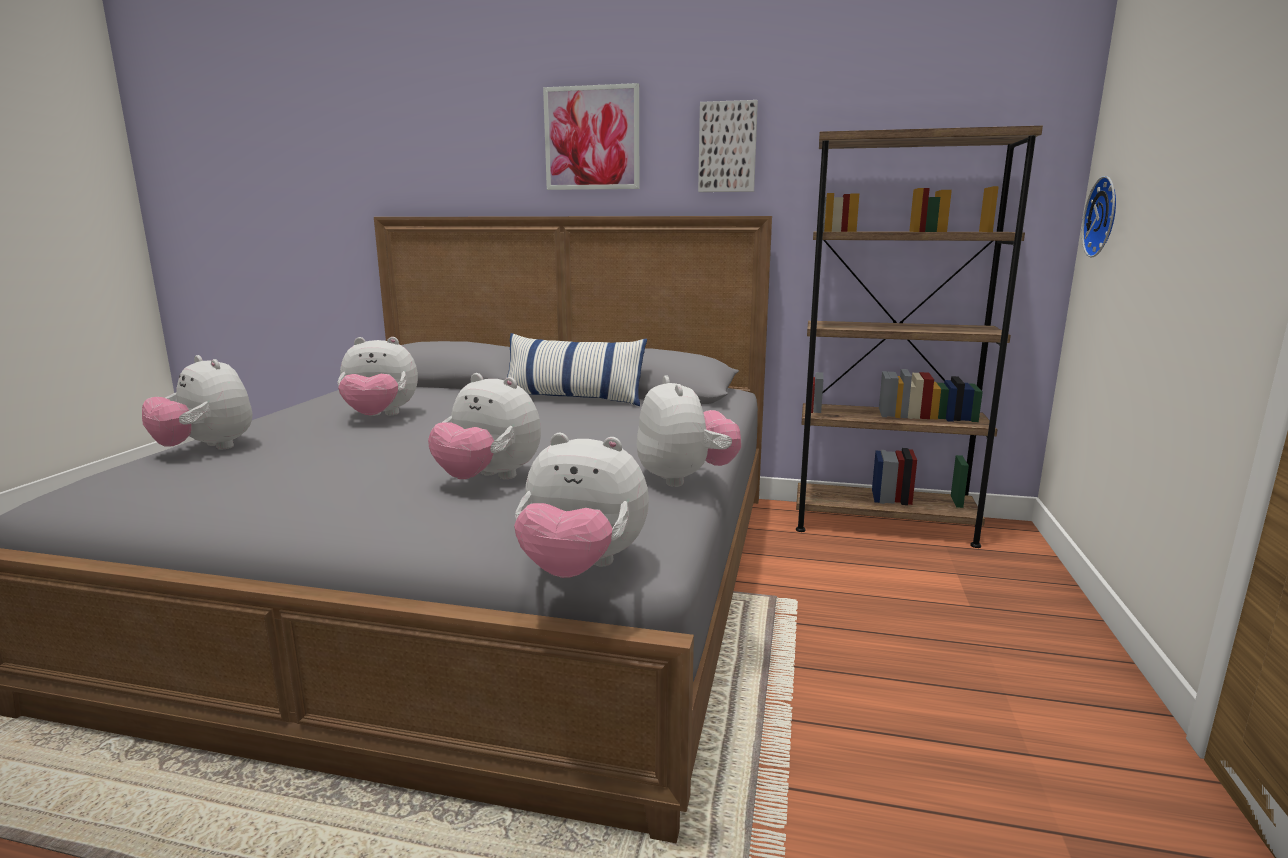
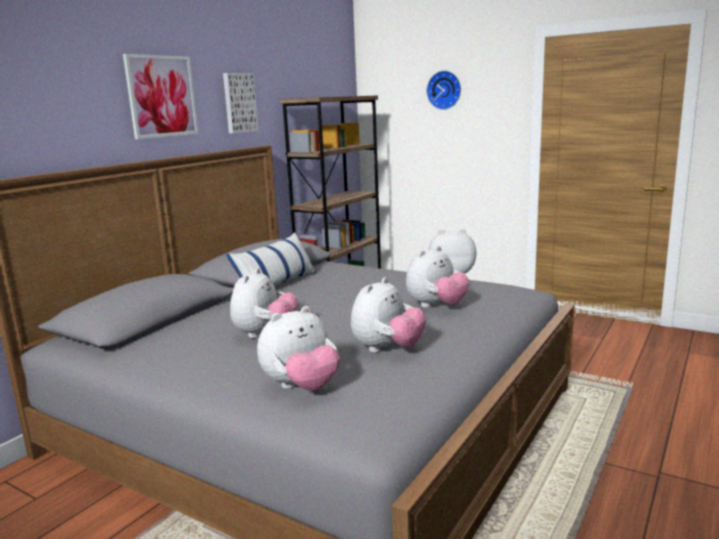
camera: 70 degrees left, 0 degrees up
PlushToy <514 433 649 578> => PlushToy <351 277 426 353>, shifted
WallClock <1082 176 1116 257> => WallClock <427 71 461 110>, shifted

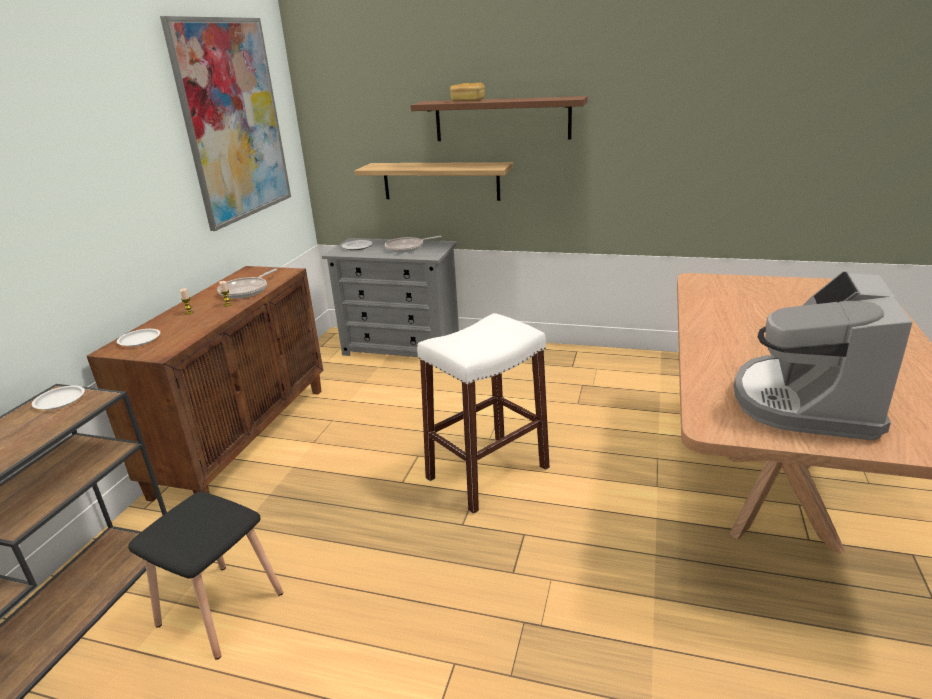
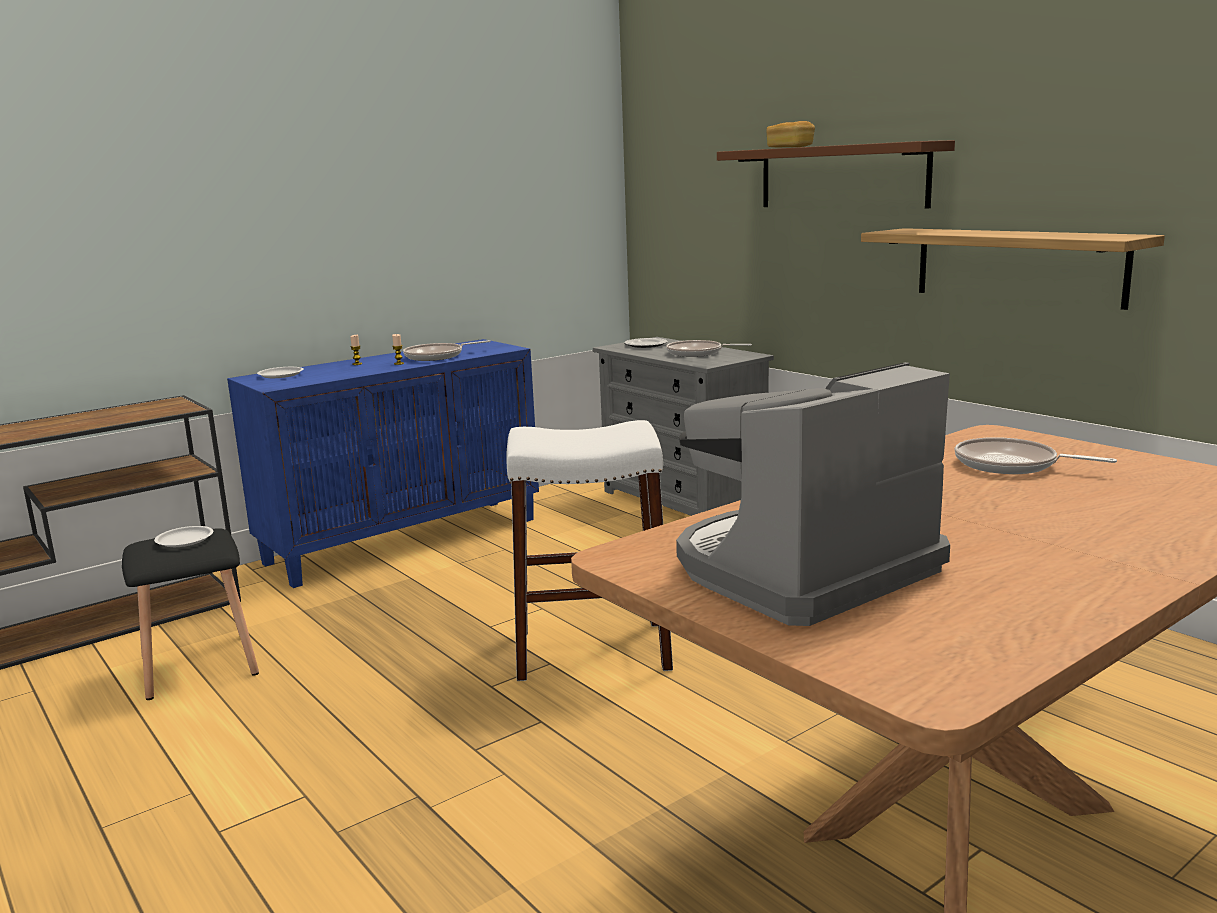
camera: 35 degrees right, 10 degrees down
WhitePlate <32 386 85 410> => WhitePlate <154 526 213 547>, shifted
BrownCabinet <87 266 323 502> => BlueCabinet <227 339 539 588>
Shelf <354 162 513 201> => Shelf <861 228 1165 310>, shifted
nothing => FryingPan <955 437 1117 474>
Picture <160 16 291 231> => nothing

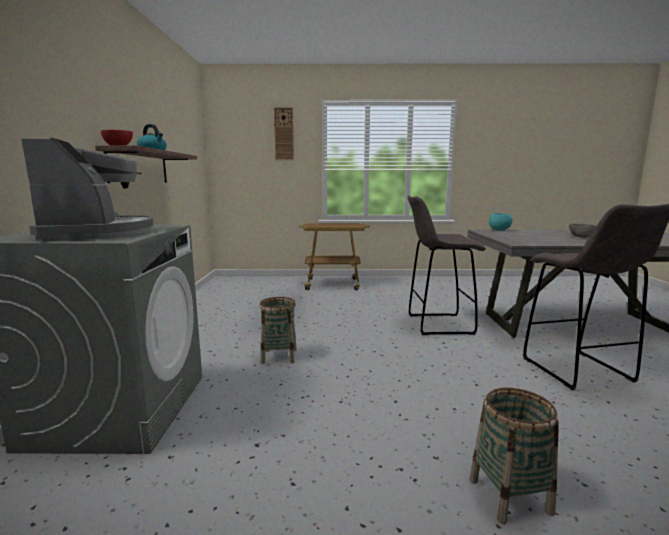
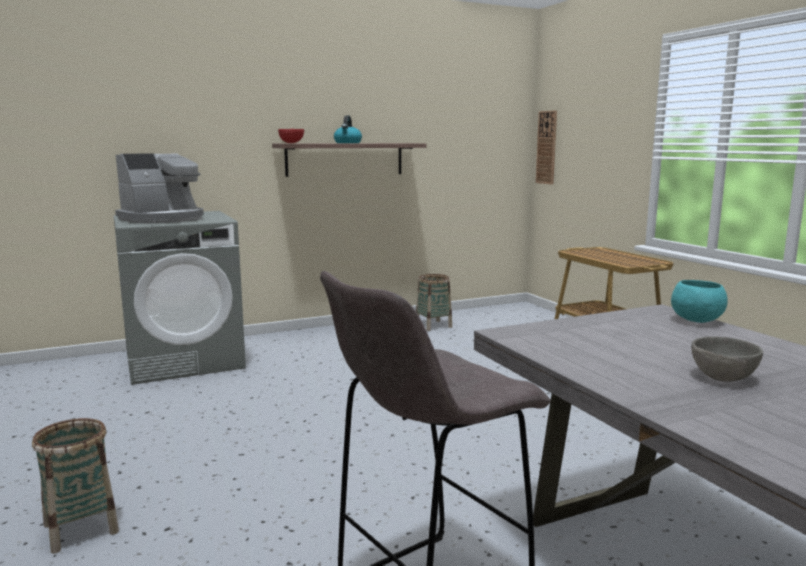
camera: 65 degrees right, 0 degrees up
Basket <259 297 297 364> => Basket <416 274 452 331>, shifted
WallClock <274 107 294 160> => WallClock <536 110 557 185>, shifted
GreyStool <407 195 486 335> => nothing

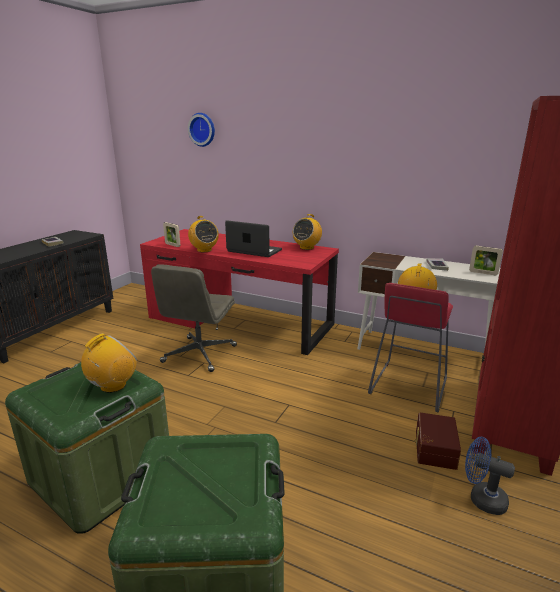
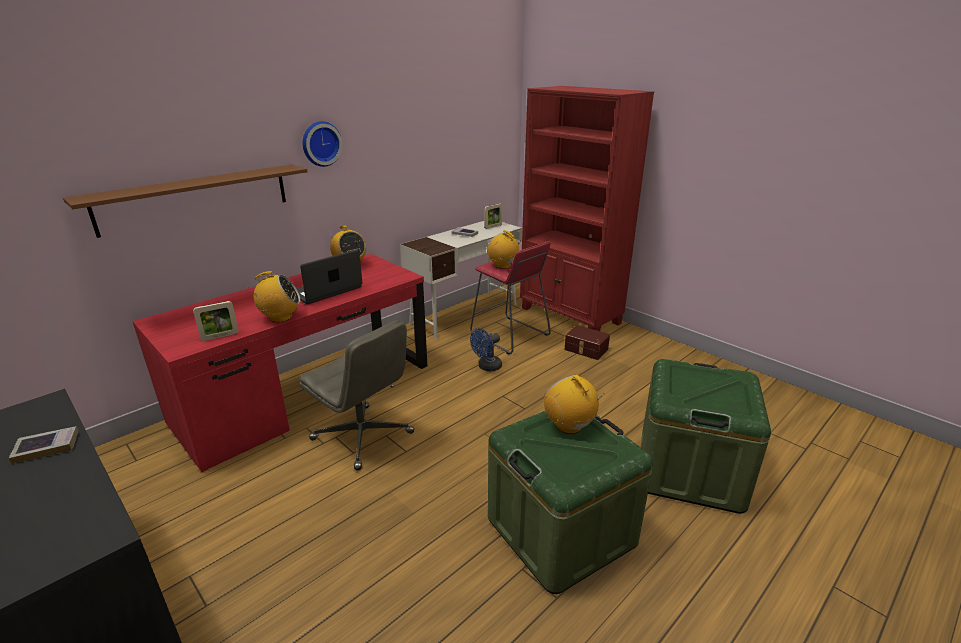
camera: 70 degrees left, 5 degrees up
nothing => BrownShelf <63 164 307 238>
WallClock <188 113 215 147> => WallClock <303 121 343 167>, shifted
BlueFan <465 437 515 515> => BlueFan <470 329 502 372>, shifted

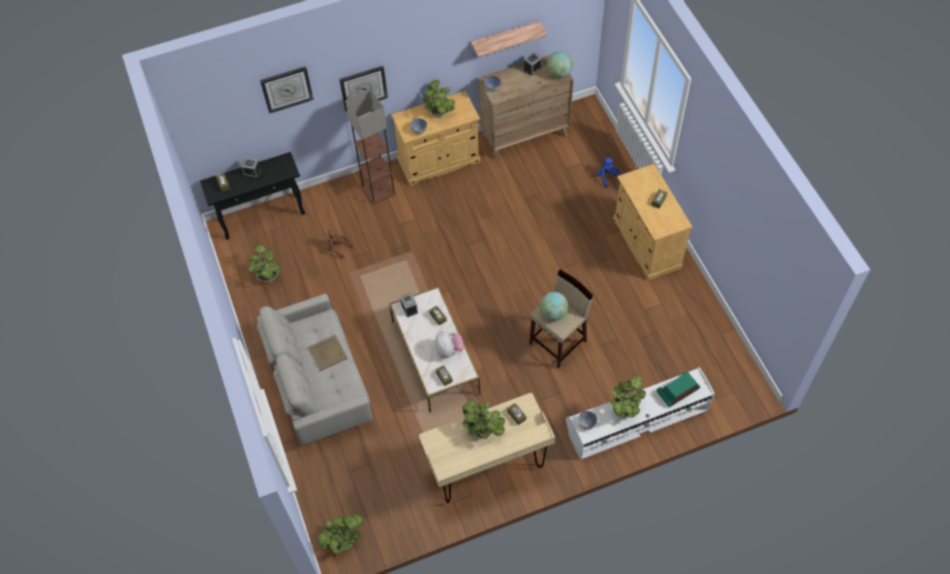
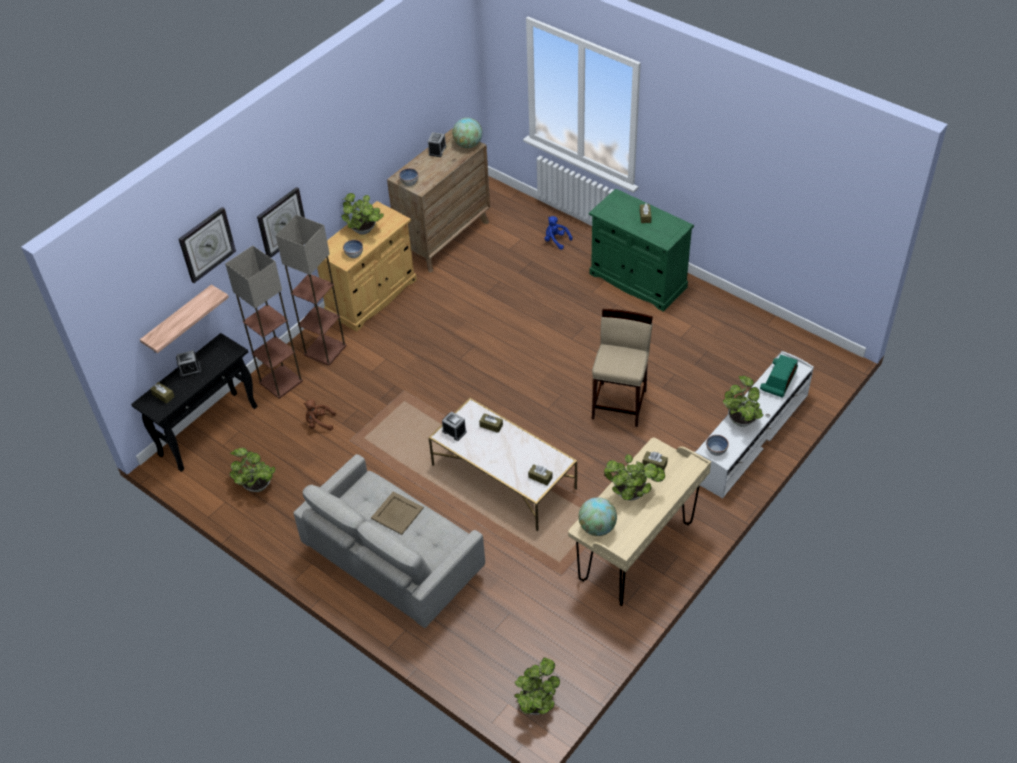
camera: 30 degrees left, 10 degrees down
Shelf <471 21 547 58> => Shelf <140 285 229 353>, shifted
nothing => FloorLamp <225 246 303 399>
Globe <539 292 569 321> => Globe <578 497 617 536>, shifted
BeigeCabinet <613 164 693 281> => GreenCabinet <589 188 694 312>
PlushToy <435 331 464 358> => nothing

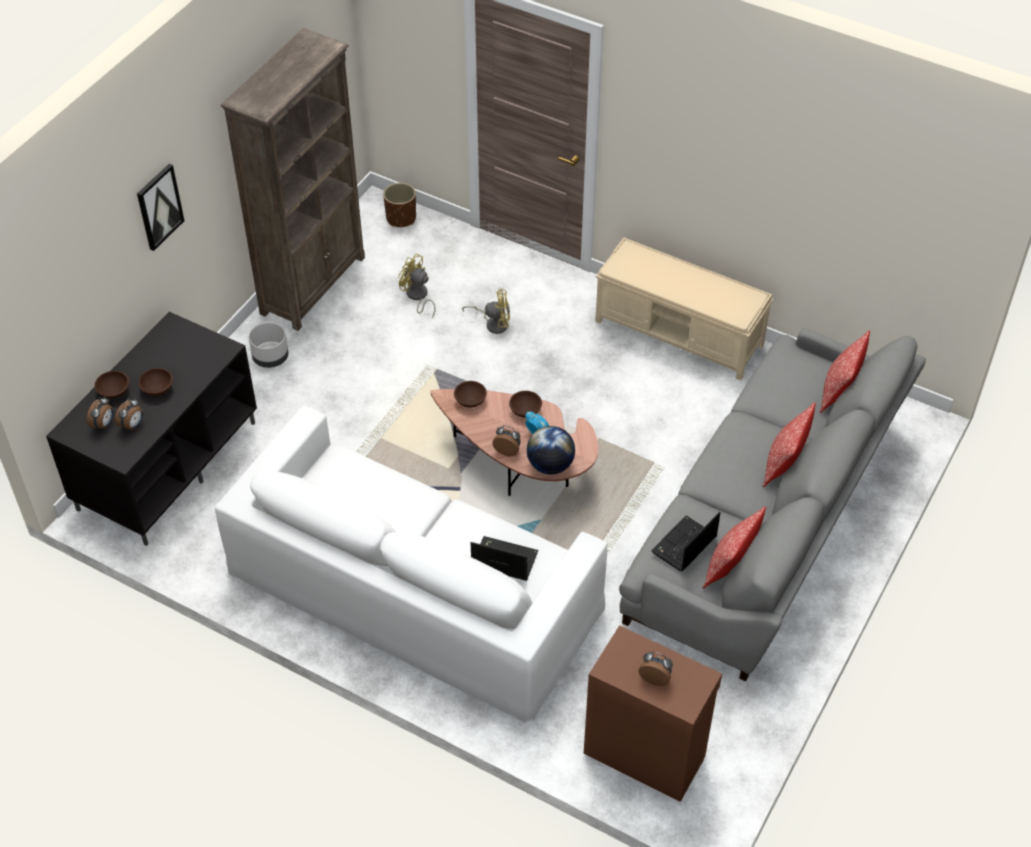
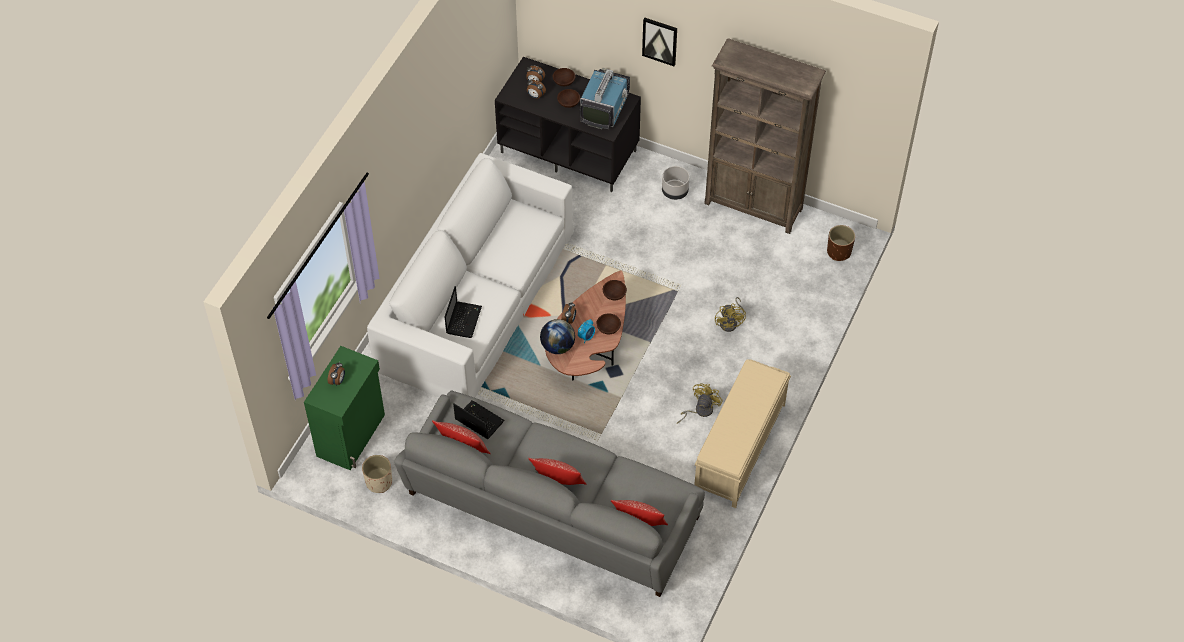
camera: 85 degrees right, 5 degrees up
BrownCabinet <584 625 722 802> => GreenCabinet <304 346 385 470>
nothing => BeigePlanter <362 455 392 493>
nothing => Television <580 68 630 129>
YellowFan <398 253 436 319> => YellowFan <677 383 723 423>, shifted

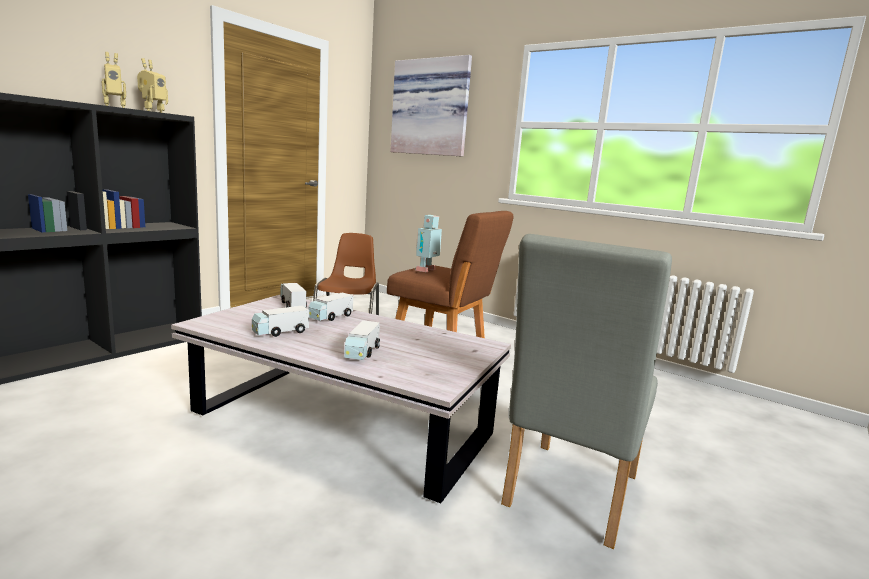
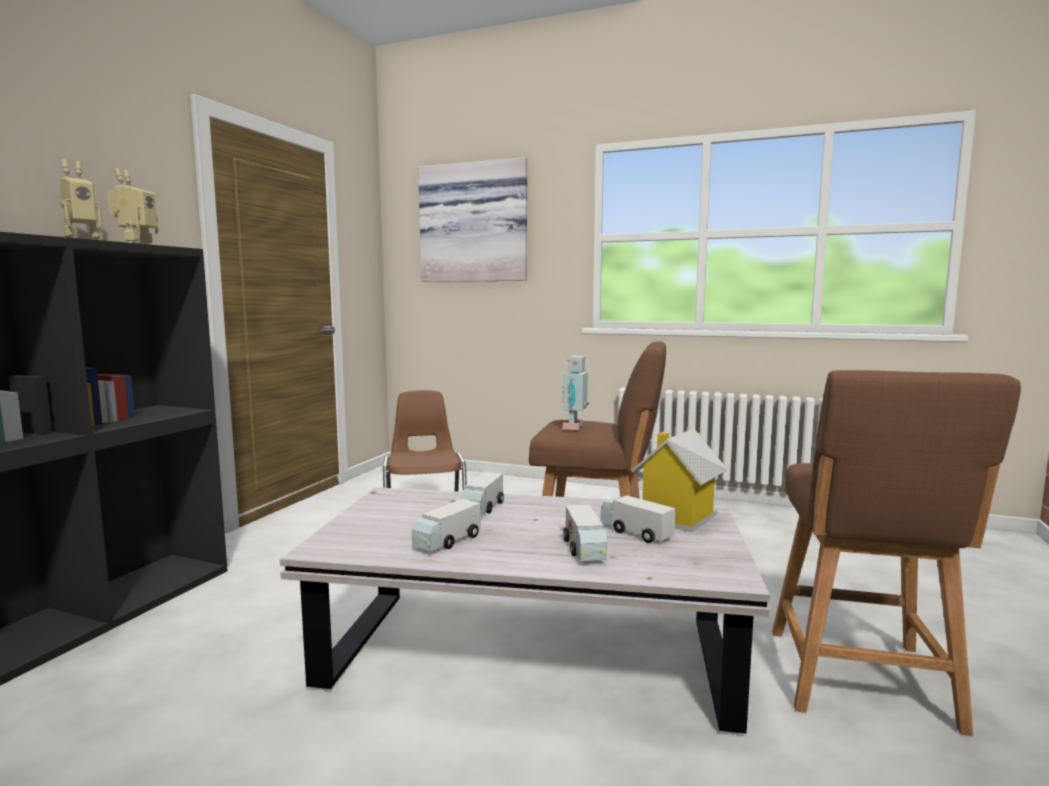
camera: 15 degrees left, 5 degrees down
ToyTruck <280 283 307 308> => ToyTruck <601 495 675 543>, shifted
nothing => ToyHouse <631 428 728 532>
GreyChair <501 234 672 549> => BrownStool <772 370 1021 736>

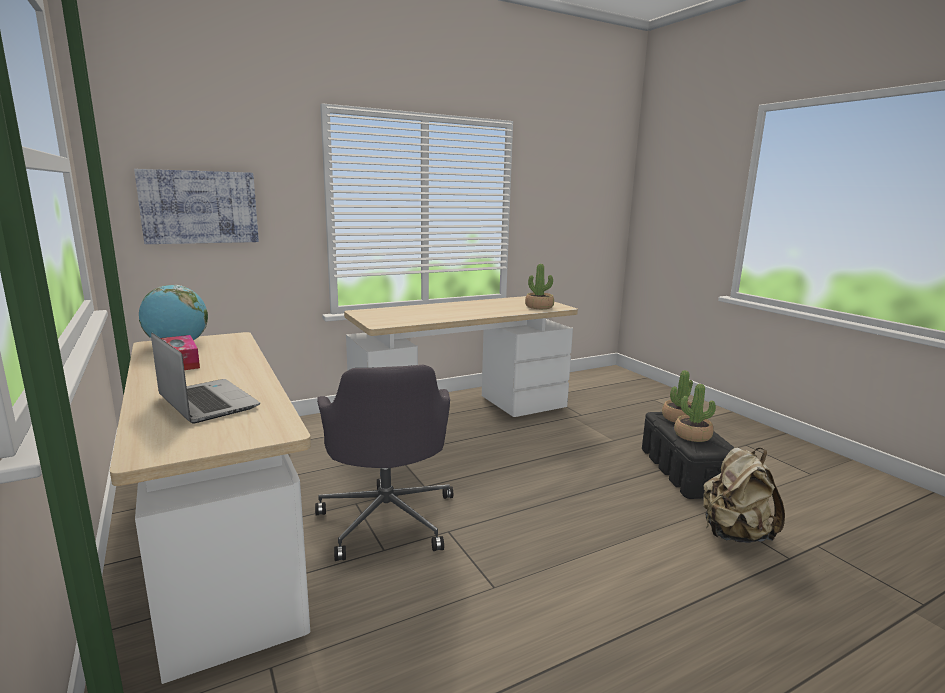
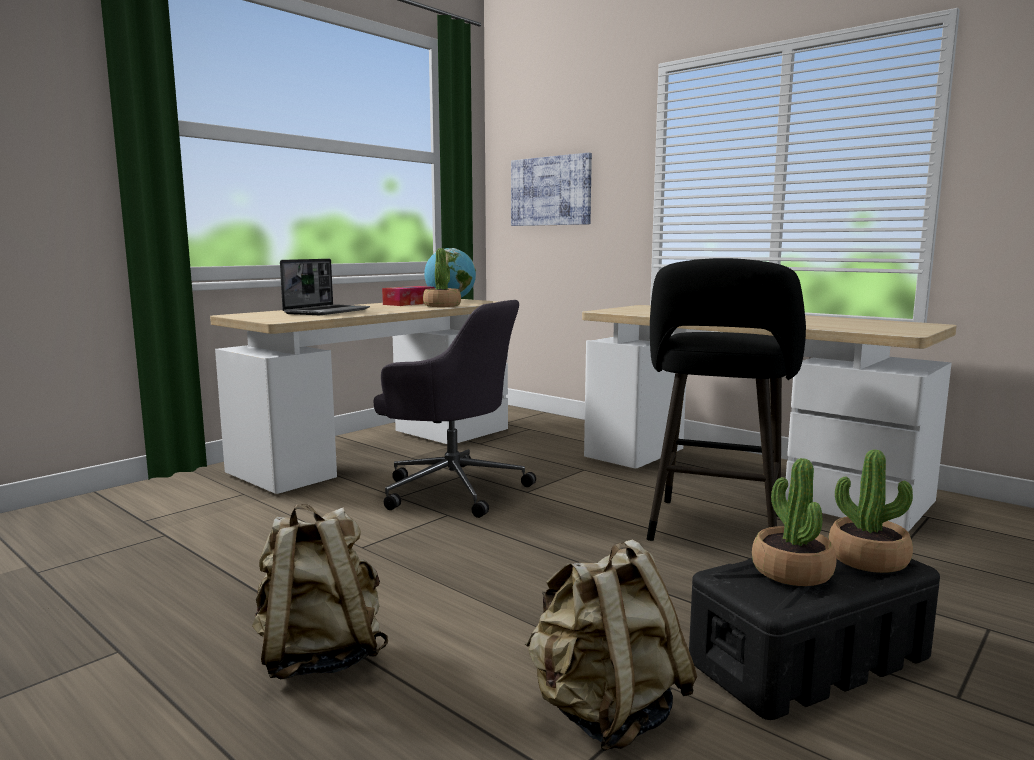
camera: 70 degrees right, 5 degrees down
nothing => BeigeBackpack <252 504 388 680>
GreyOfficeChair <315 365 453 561> => GreyOfficeChair <374 300 536 518>, 120 degrees counterclockwise
PottedPlant <525 264 554 309> => PottedPlant <423 248 461 307>, shifted
nothing => BlackStool <647 258 806 541>

